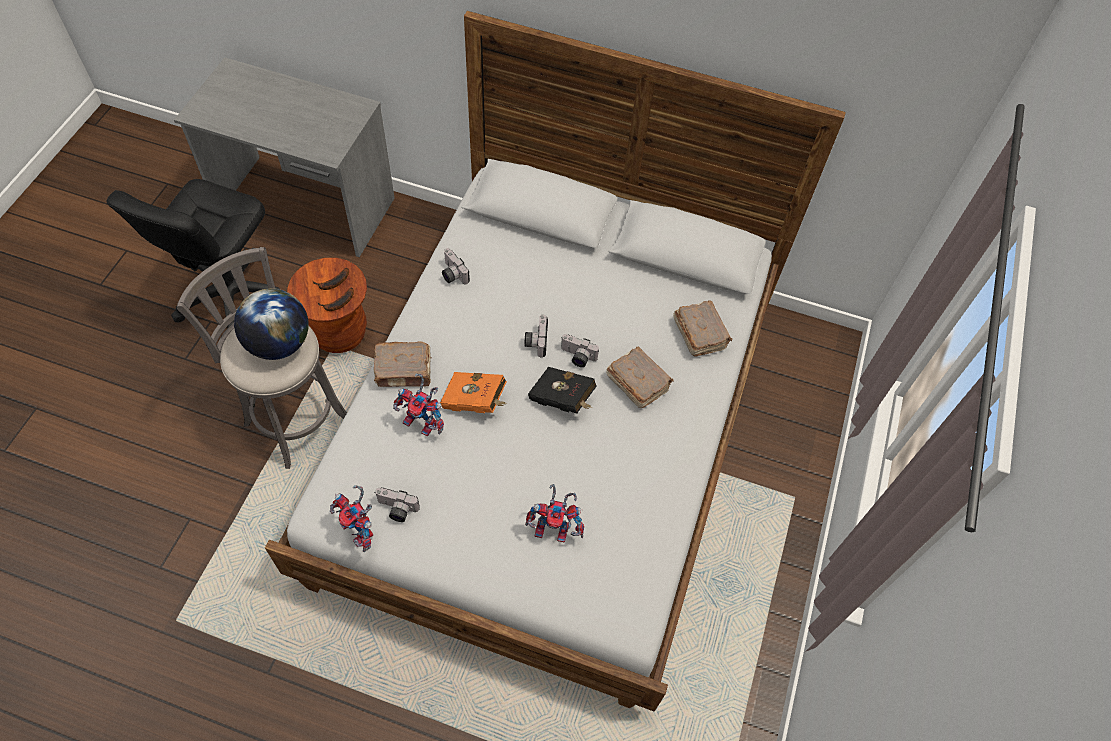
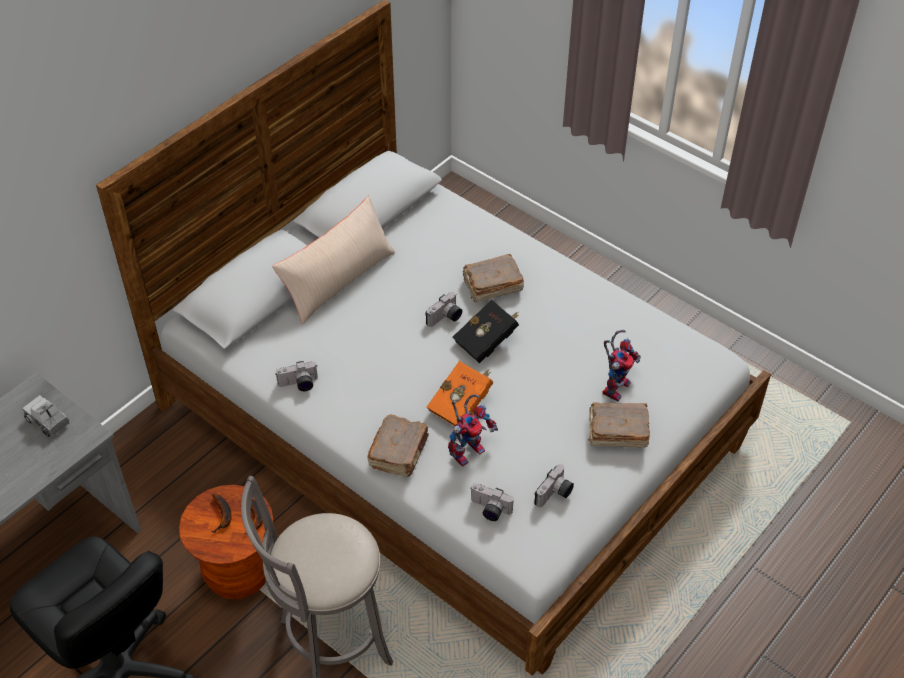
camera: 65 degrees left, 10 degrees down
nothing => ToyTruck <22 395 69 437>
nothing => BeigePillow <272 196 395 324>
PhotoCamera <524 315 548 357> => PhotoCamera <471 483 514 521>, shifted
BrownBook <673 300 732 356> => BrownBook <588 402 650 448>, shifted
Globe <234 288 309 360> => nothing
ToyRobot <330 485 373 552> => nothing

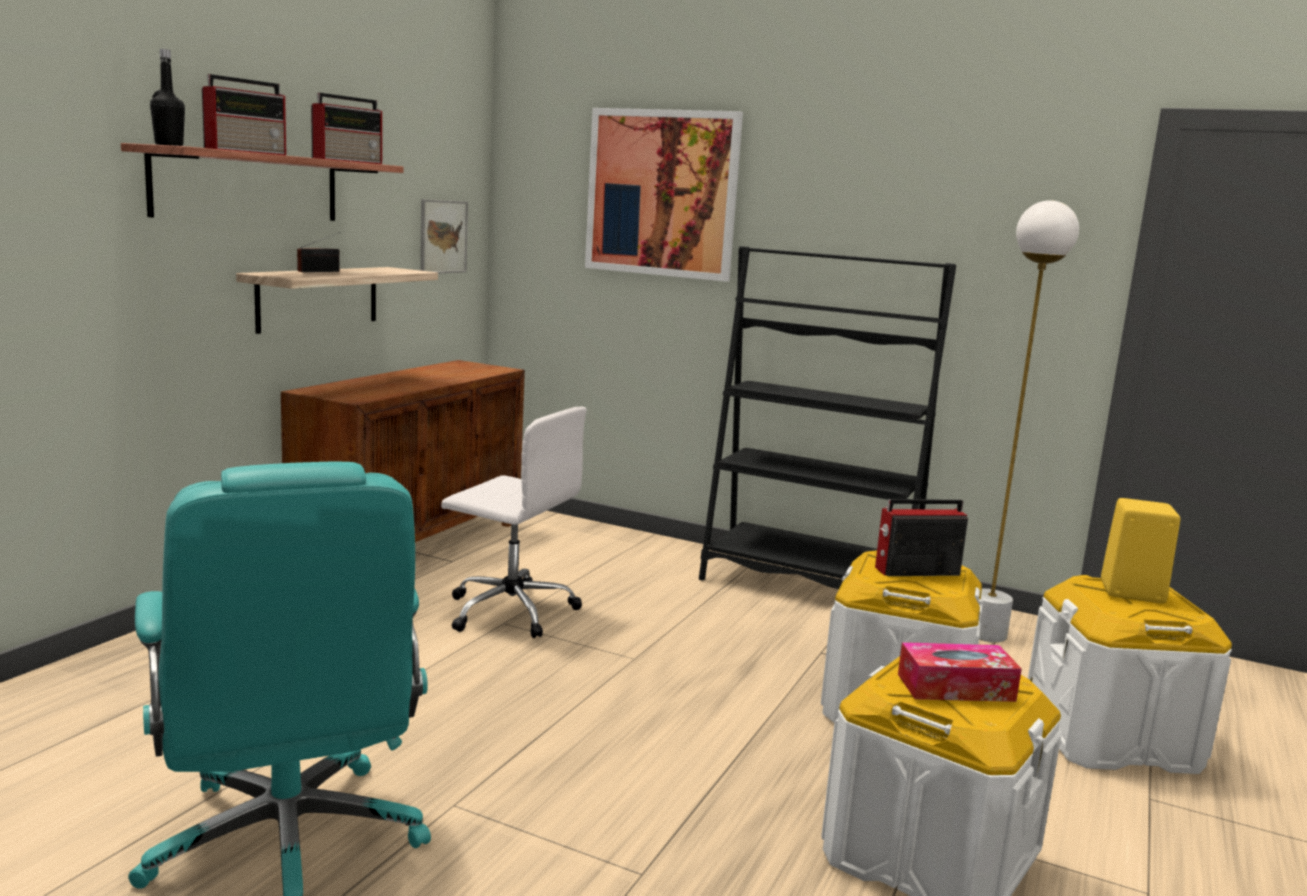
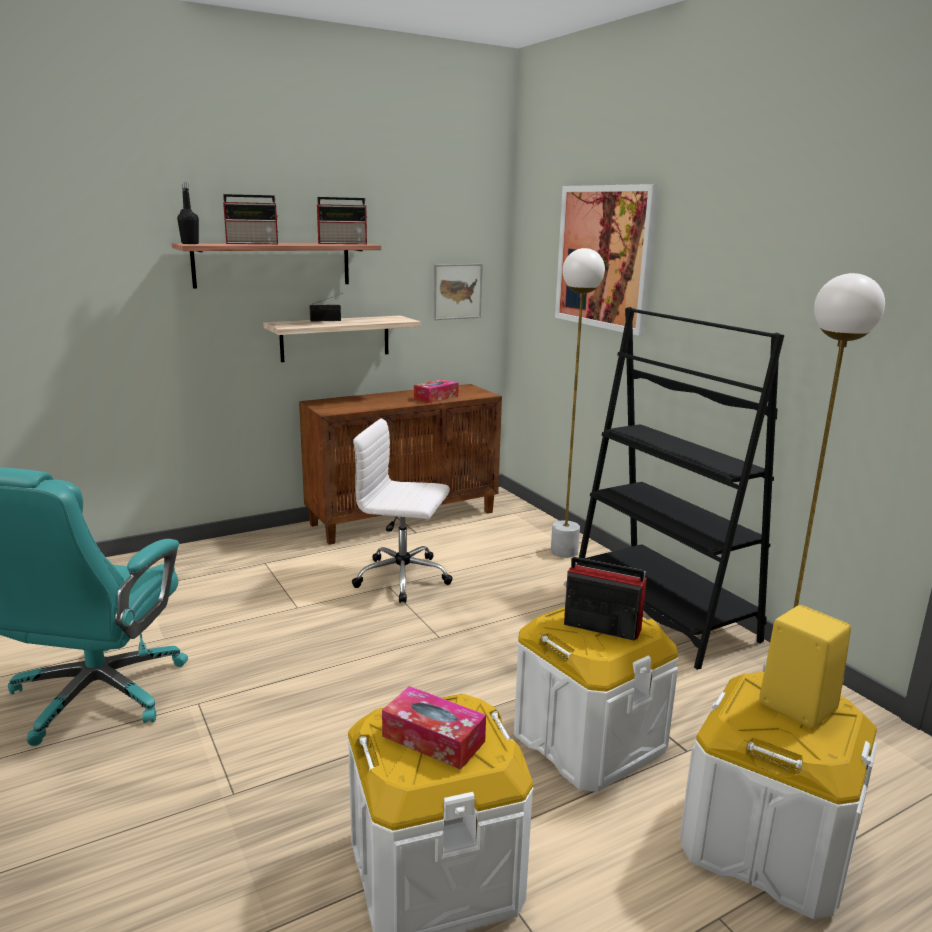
camera: 35 degrees right, 5 degrees up
WhiteOfficeChair <441 407 587 638> => WhiteOfficeChair <352 418 453 603>, 135 degrees clockwise
nothing => TissueBox <414 379 459 403>
nothing => WhiteFloorLamp <551 248 605 558>

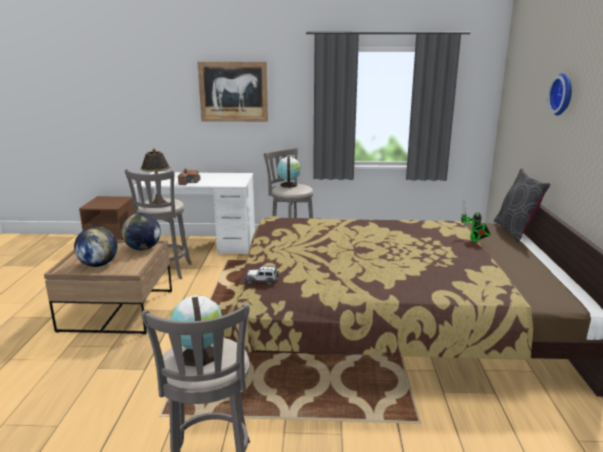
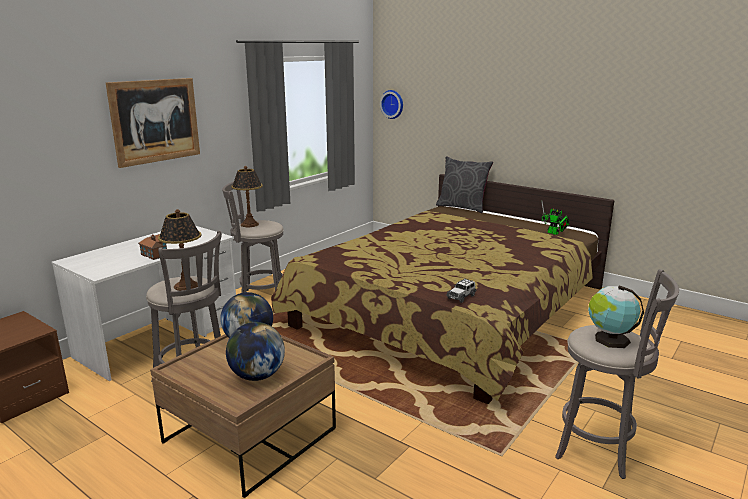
camera: 55 degrees left, 0 degrees up
Globe <277 156 300 188> => TableLamp <232 166 263 227>
WallClock <548 73 572 115> => WallClock <380 90 403 119>, shifted
ToyRobot <461 199 491 242> => ToyRobot <541 201 569 235>, shifted

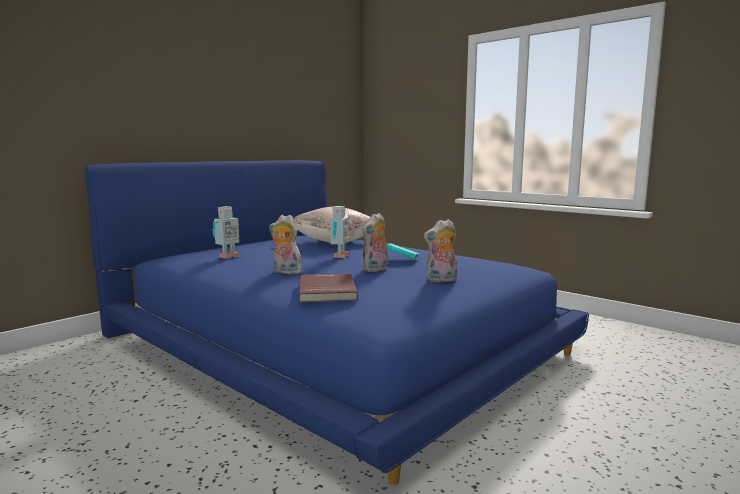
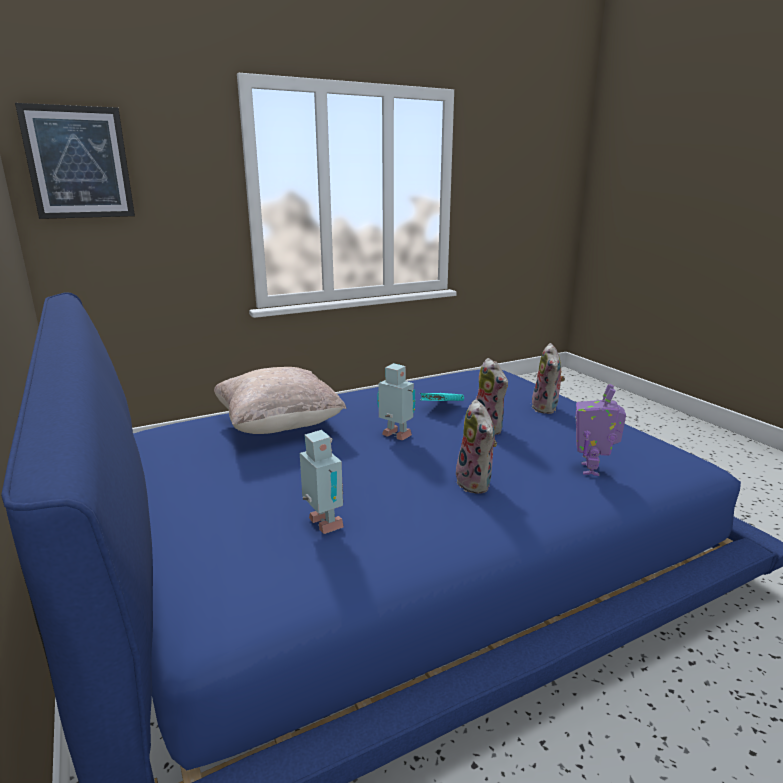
camera: 70 degrees left, 10 degrees up
nothing => Picture <15 103 135 219>
PlushToy <269 215 302 274> => PlushToy <456 399 497 494>, 60 degrees counterclockwise
RedBook <299 274 358 302> => ToyRobot <575 384 626 476>

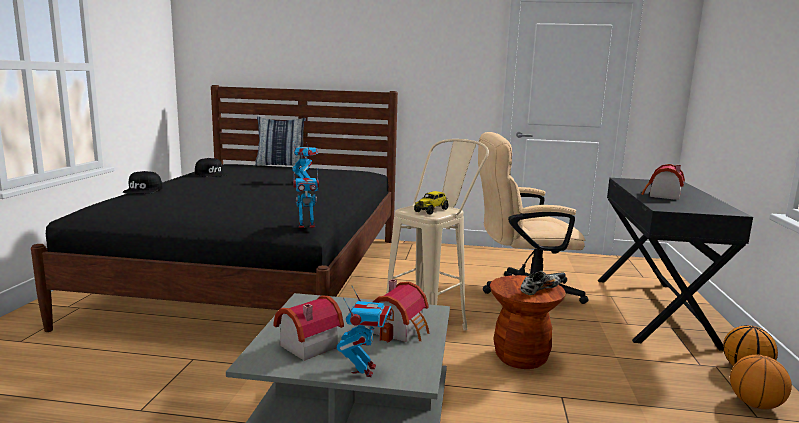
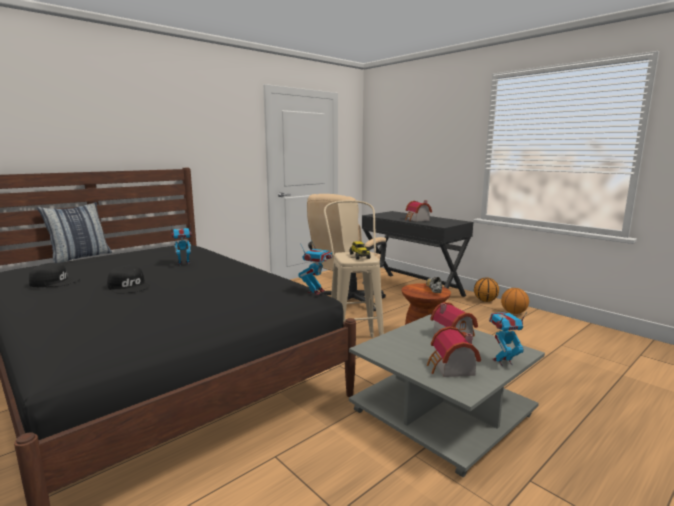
camera: 50 degrees left, 0 degrees up
BlackCap <123 171 163 194> => BlackCap <107 266 150 294>, shifted
ToyRobot <337 286 392 377> => ToyRobot <489 312 527 366>, 60 degrees counterclockwise

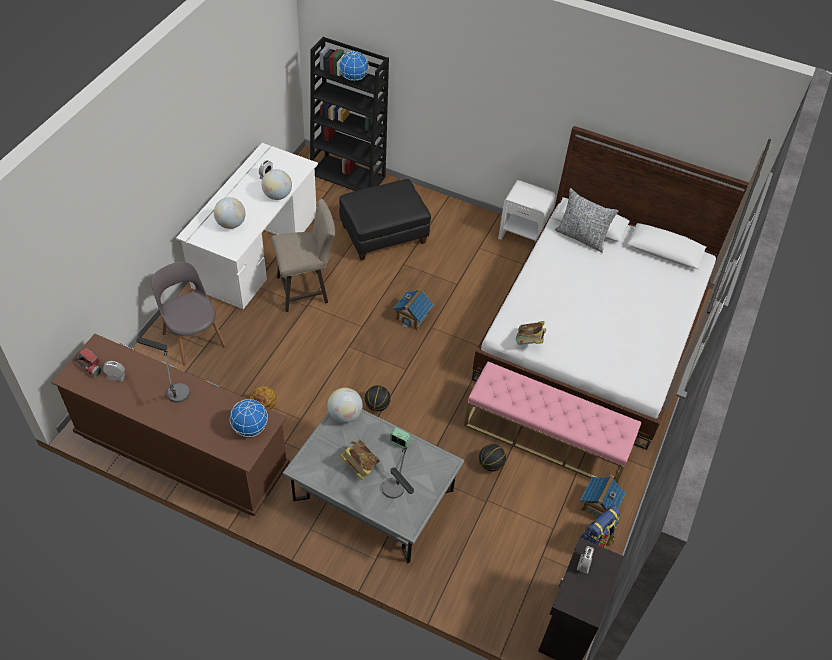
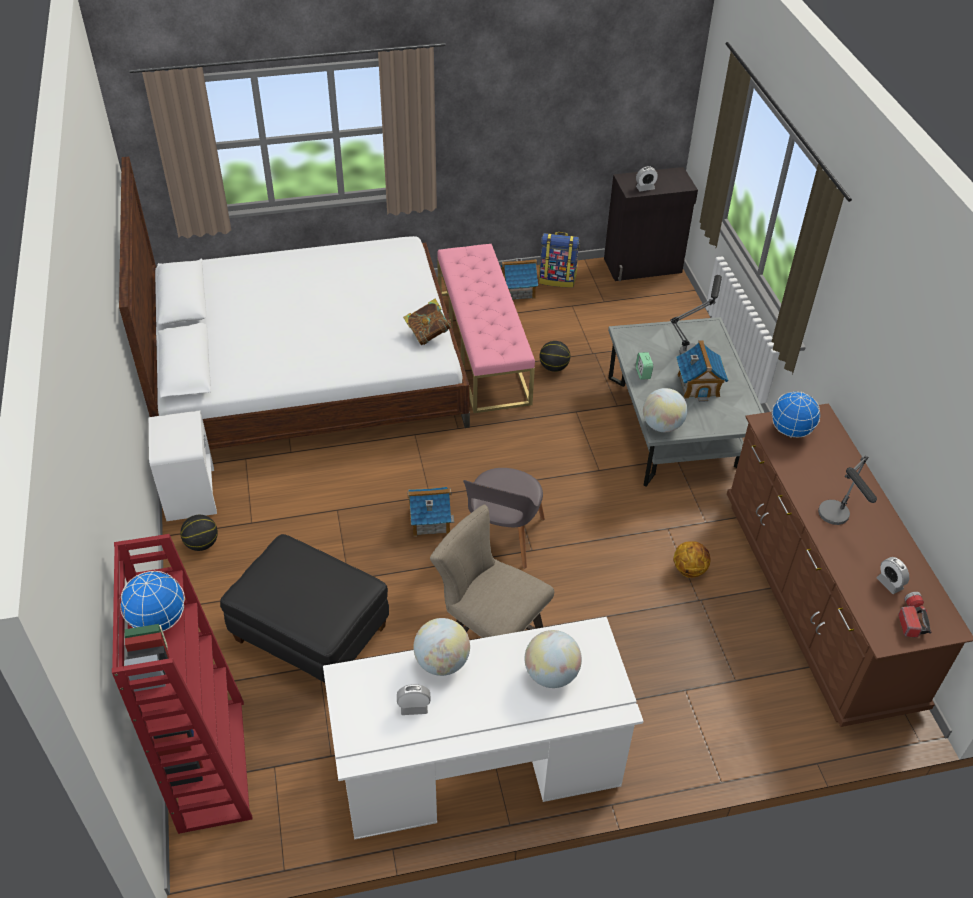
camera: 125 degrees left, 5 degrees down
BlackBookcase <310 37 389 191> => RedBookcase <112 534 253 834>
Basketball <365 385 391 412> => Basketball <180 515 218 551>, shifted
GreyChair <151 262 225 366> => GreyChair <463 468 545 568>, shifted
Book <340 439 380 480> => ToyHouse <676 340 729 402>
Pillow <555 188 619 253> => nothing

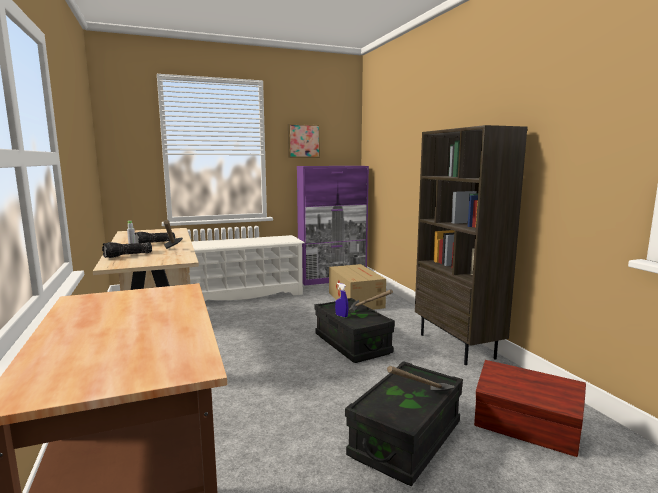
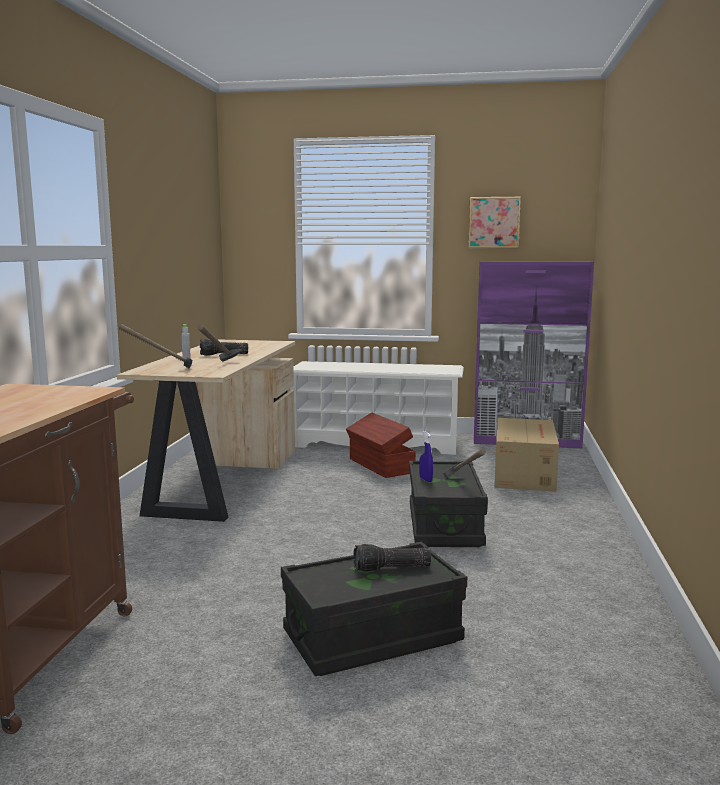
camera: 30 degrees right, 0 degrees up
Hammer <387 366 455 391> => Hammer <119 324 192 368>, shifted
BrownStorageBox <474 360 586 457> => BrownStorageBox <346 413 416 478>, shifted
Flashlight <102 242 152 258> => Flashlight <353 544 431 572>, shifted
BrownBookcase <415 125 527 365> => nothing

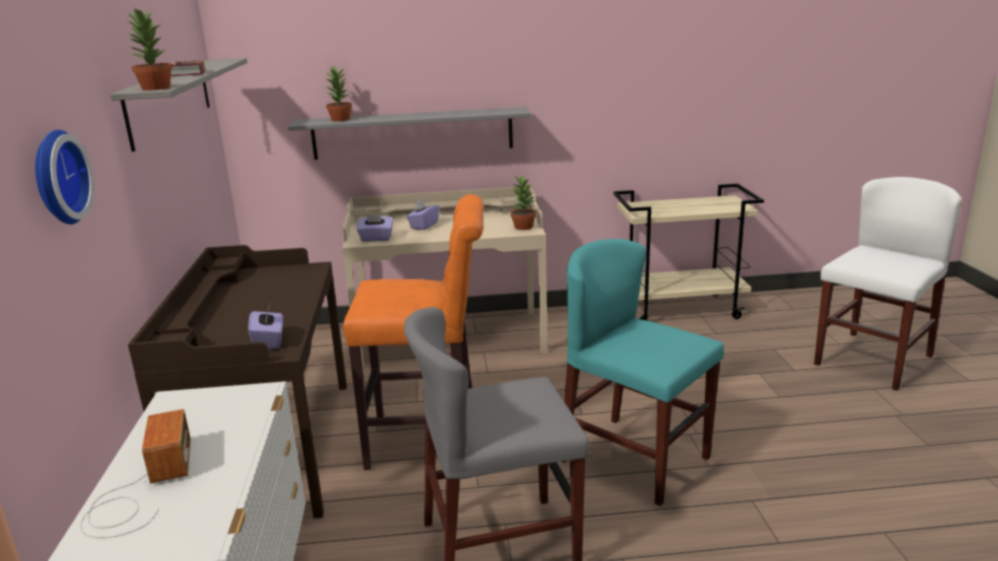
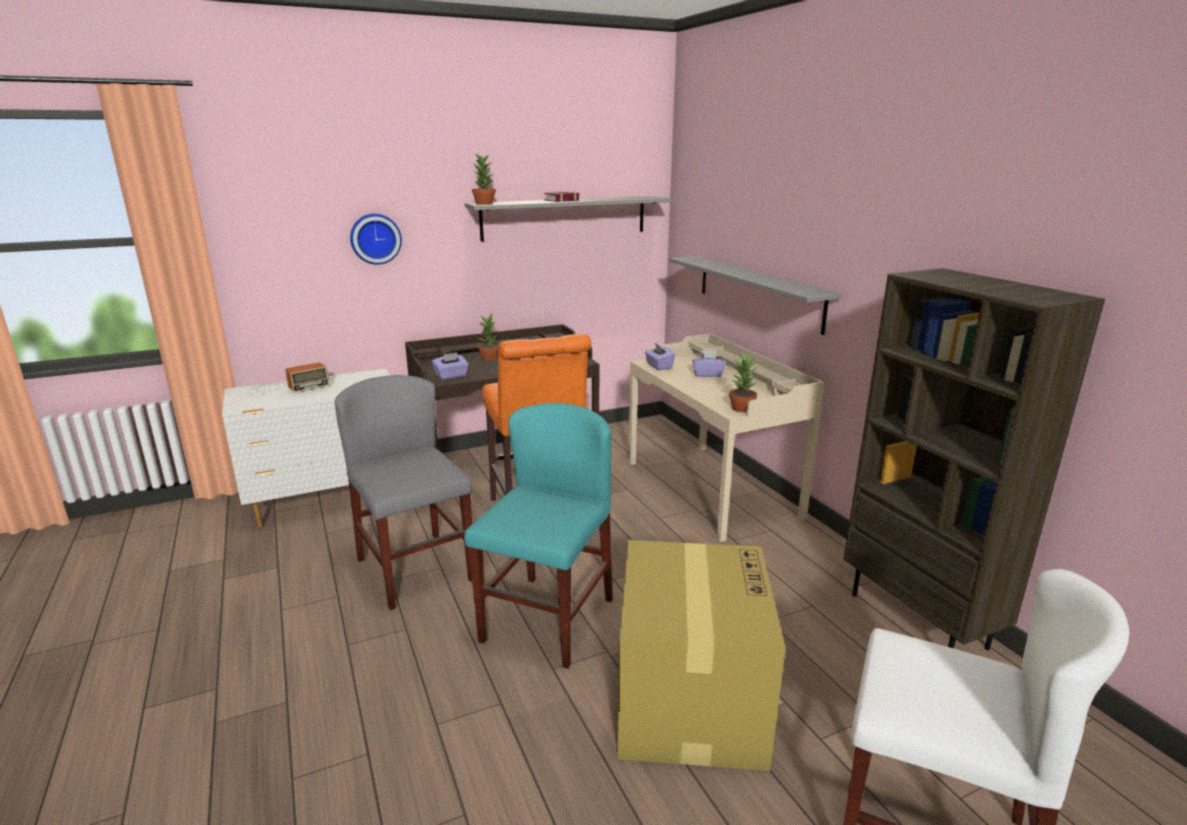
camera: 70 degrees right, 0 degrees up
PottedPlant <326 65 352 121> => PottedPlant <478 314 499 361>, shifted
nothing => CardboardBox <618 540 786 771>
BeigeCart <613 184 764 321> => BrownBookcase <843 268 1105 650>

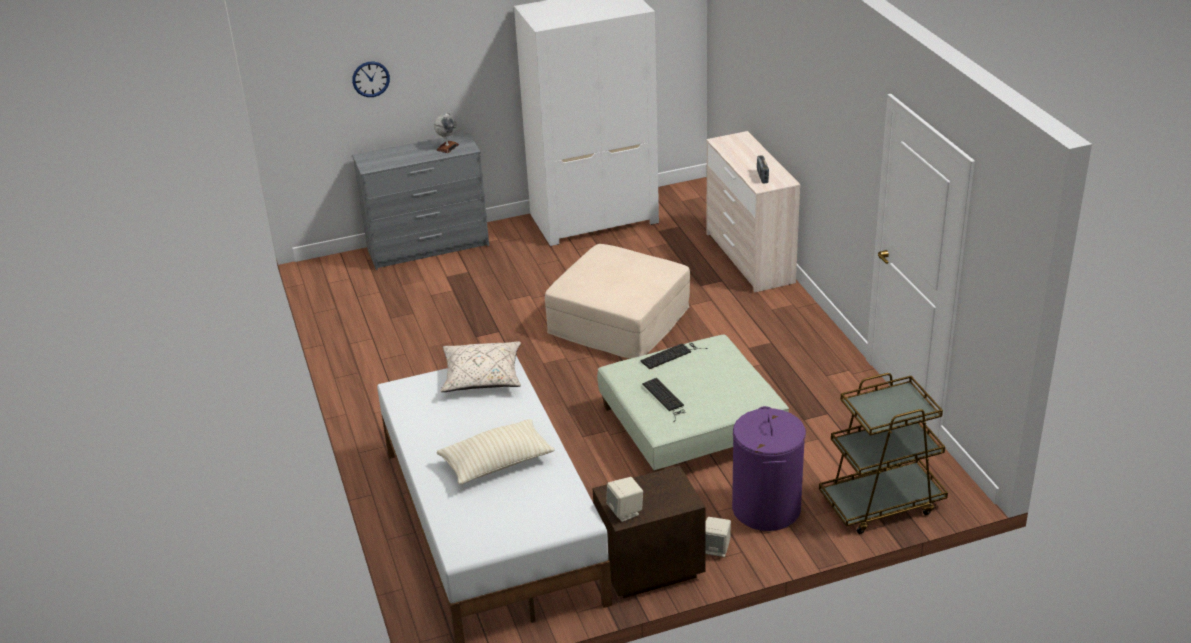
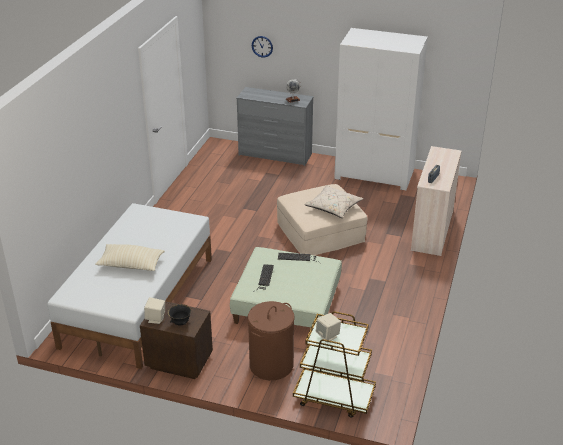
camera: 35 degrees right, 0 degrees up
nothing => BlackBowl <168 304 191 325>
PurpleLaundryBasket <732 406 806 531> => BrownLaundryBasket <248 301 295 380>
BeigePillow <441 342 521 392> => BeigePillow <304 186 363 218>, shifted
BeigeSpeaker <706 517 731 557> => BeigeSpeaker <316 313 341 343>, shifted

